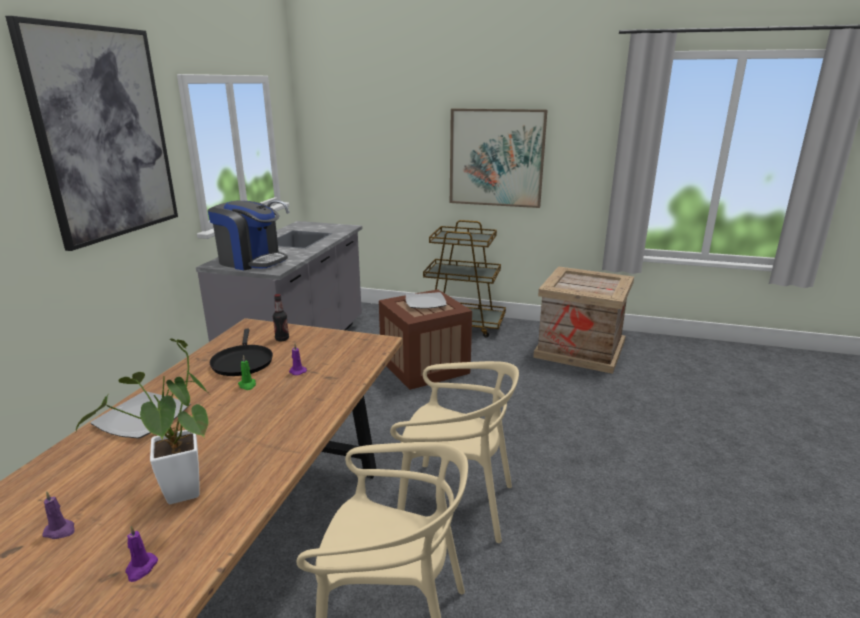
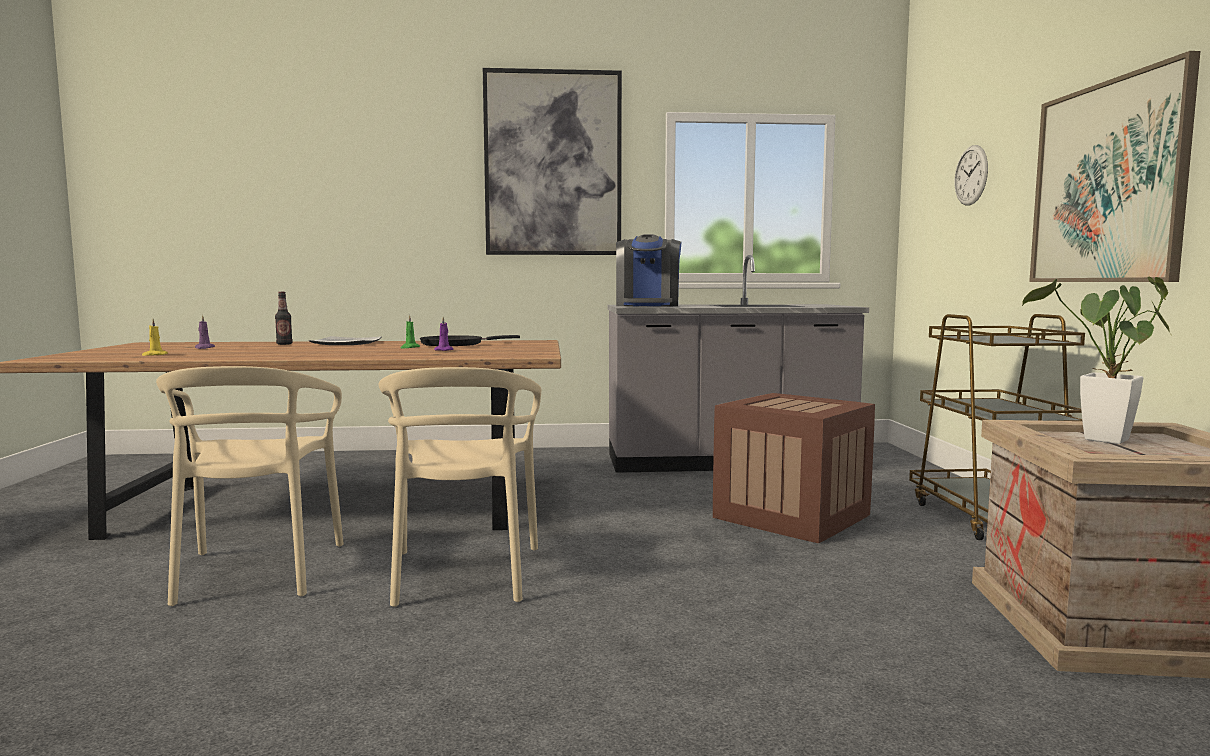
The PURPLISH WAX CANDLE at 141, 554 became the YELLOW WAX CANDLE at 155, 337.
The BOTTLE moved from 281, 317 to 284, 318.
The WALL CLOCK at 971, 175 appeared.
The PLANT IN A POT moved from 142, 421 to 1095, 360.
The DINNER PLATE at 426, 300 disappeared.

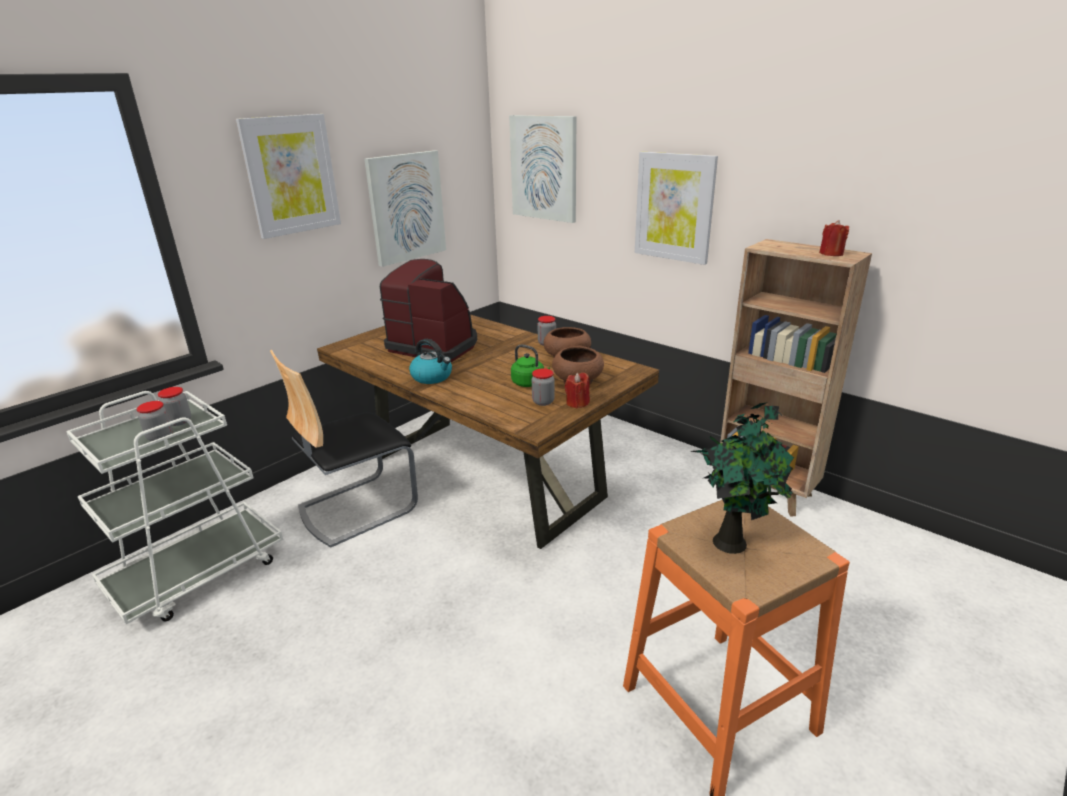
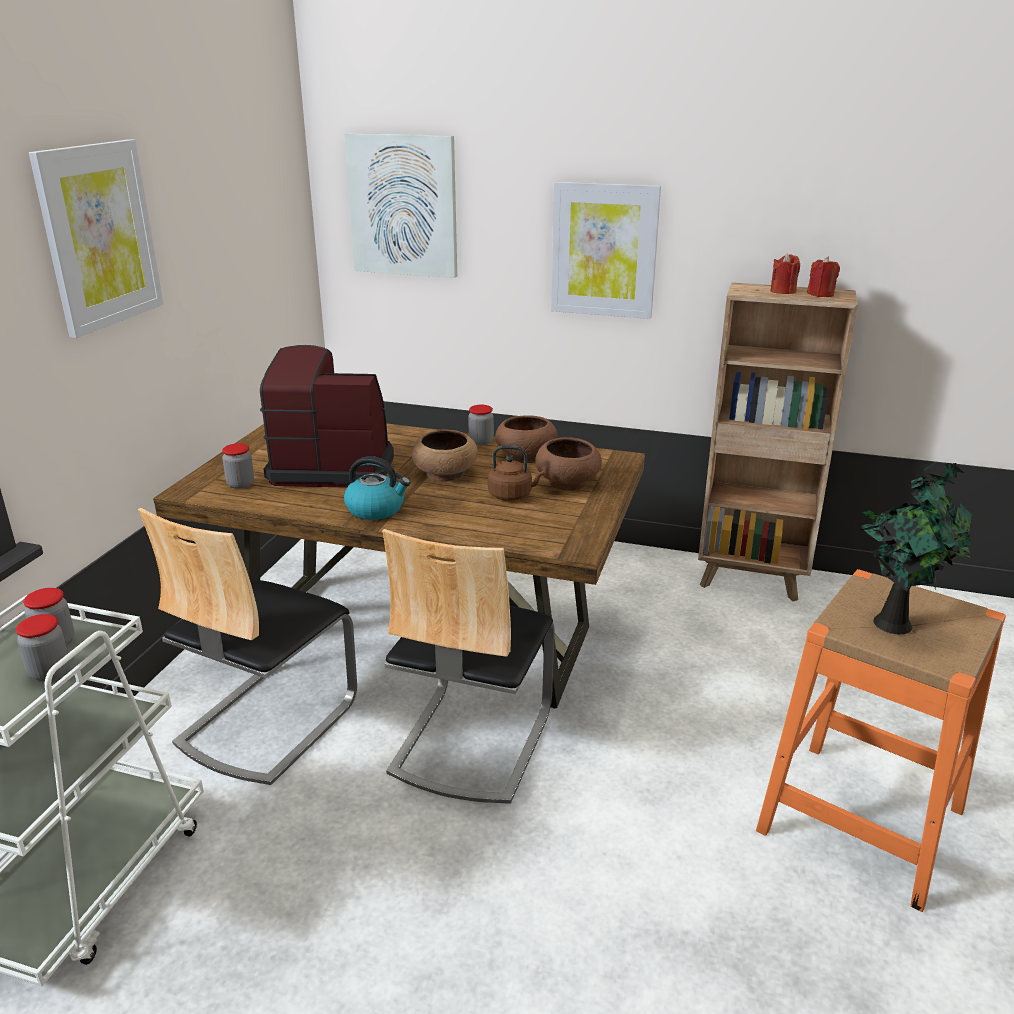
The PRESERVE JAR moved from 543, 387 to 238, 466.
The PLAIN CHAIR at 468, 666 appeared.
The BROWN SERVING BOWL at 445, 455 appeared.
The GREENISH TEA KETTLE at 530, 366 became the BROWN TEA KETTLE at 516, 473.
The RED WAX CANDLE moved from 577, 390 to 785, 273.
The WALL ART at 405, 208 disappeared.

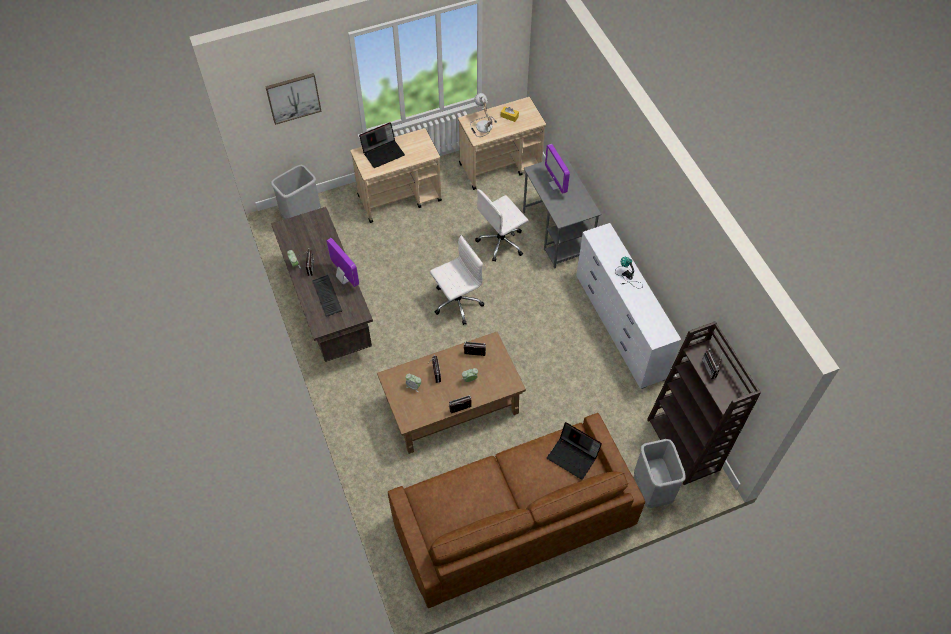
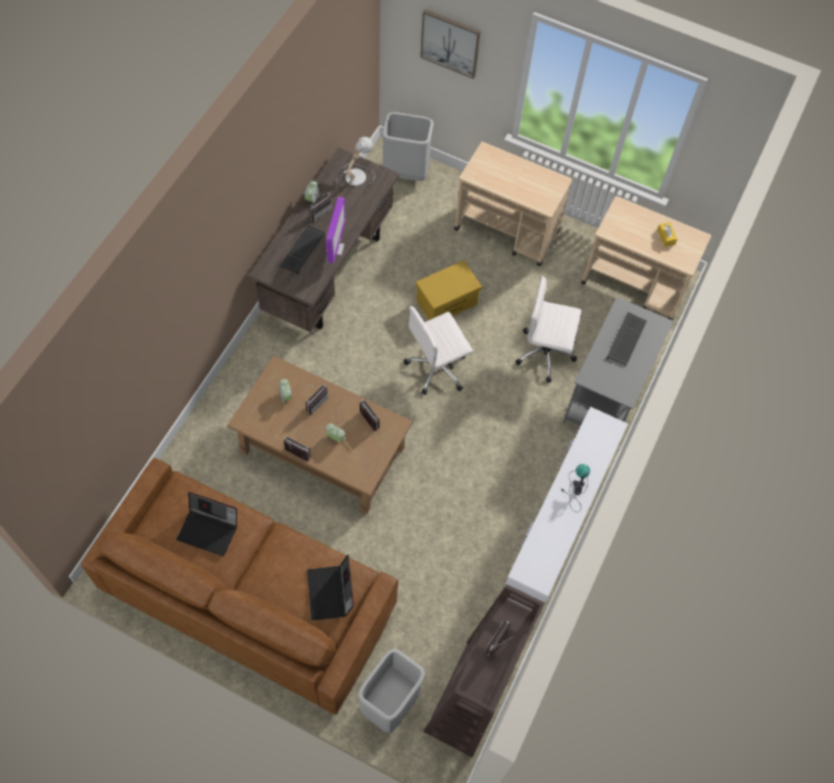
The PORTABLE COMPUTER moved from 382, 145 to 206, 524.
The TABLE LAMP moved from 483, 115 to 355, 161.
The WHITE OFFICE CHAIR at 457, 280 turned 135 degrees clockwise.
The YELLOW STORAGE BOX at 449, 290 appeared.
The MONITOR at 557, 169 was replaced by the KEYBOARD at 627, 339.

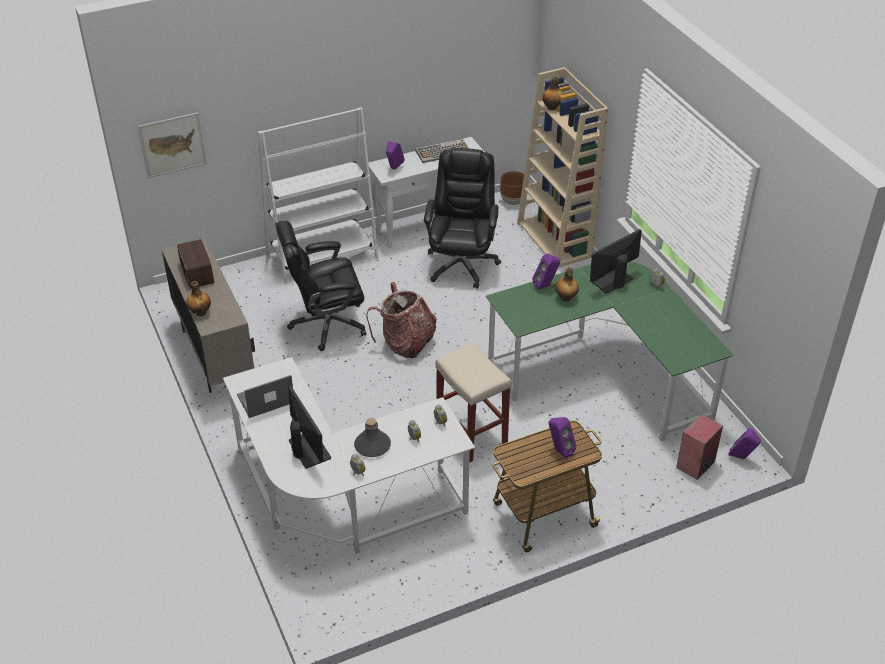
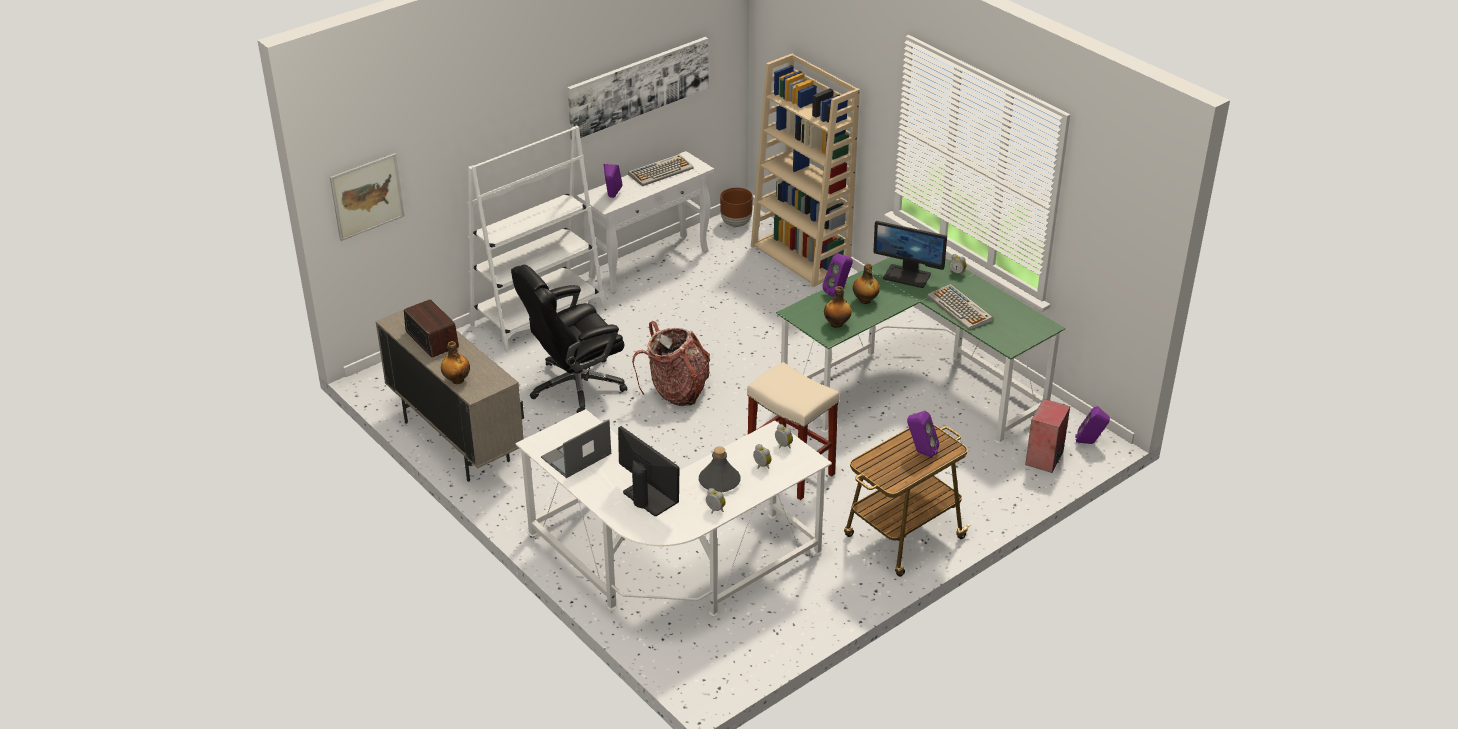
The WALL ART at 637, 87 appeared.
The BOTTLE moved from 552, 93 to 838, 307.
The MONITOR at 616, 261 turned 105 degrees counterclockwise.
The KEYBOARD at 960, 307 appeared.
The BLACK OFFICE CHAIR at 462, 218 disappeared.

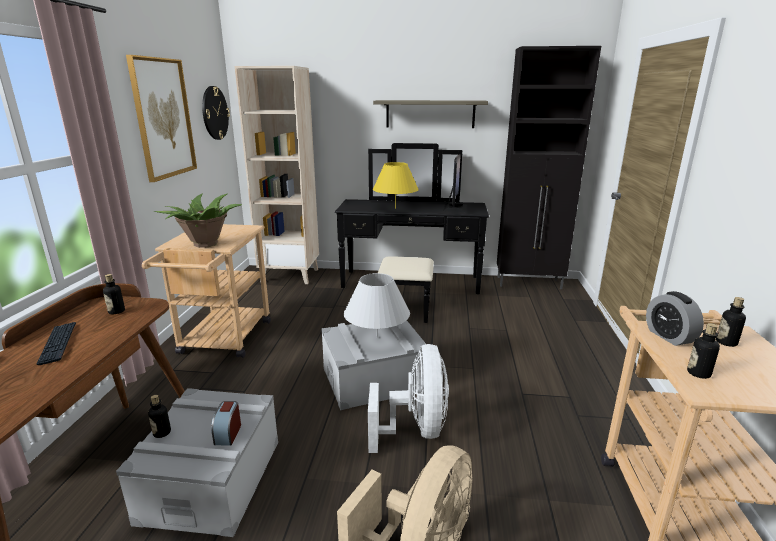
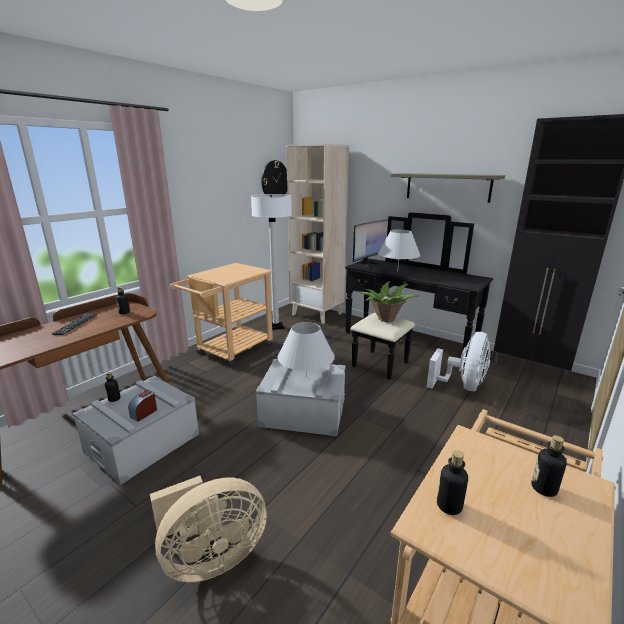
The WHITE STANDARD LAMP at 271, 262 appeared.
The MONITOR moved from 454, 184 to 370, 244.
The PLANT IN A POT moved from 197, 221 to 387, 301.
The YELLOW TABLE LAMP at 396, 185 became the WHITE TABLE LAMP at 399, 250.
The WHITE COOLING FAN moved from 408, 398 to 459, 361.
The WALL ART at 161, 118 disappeared.
The TABLE CLOCK at 675, 318 disappeared.

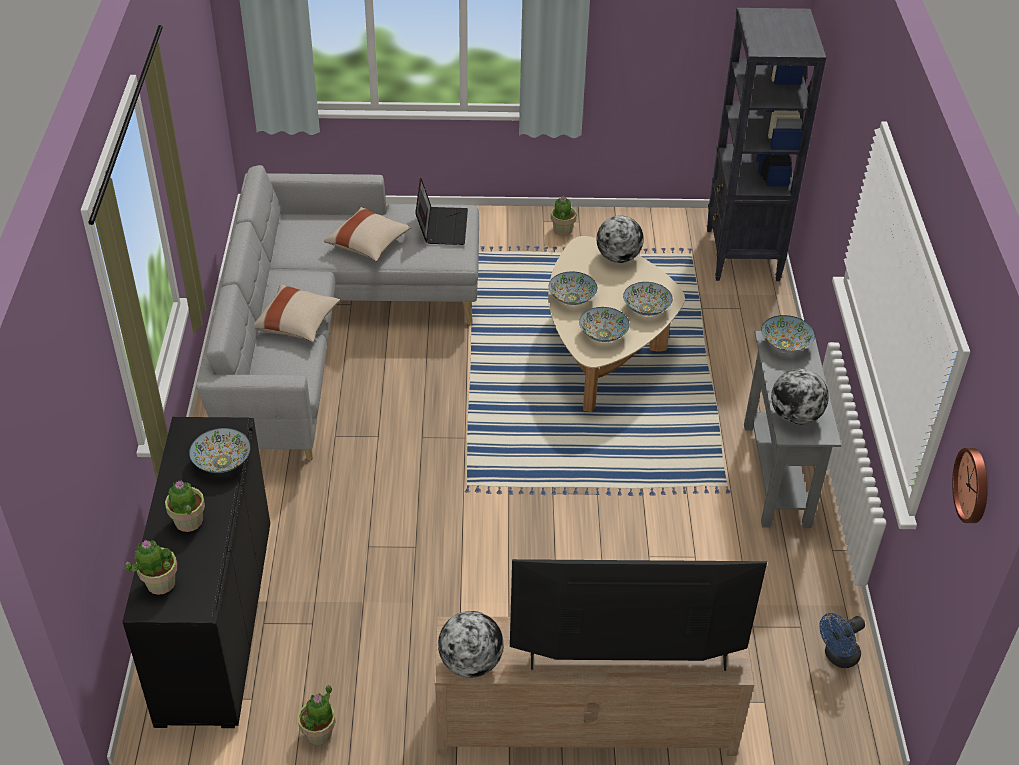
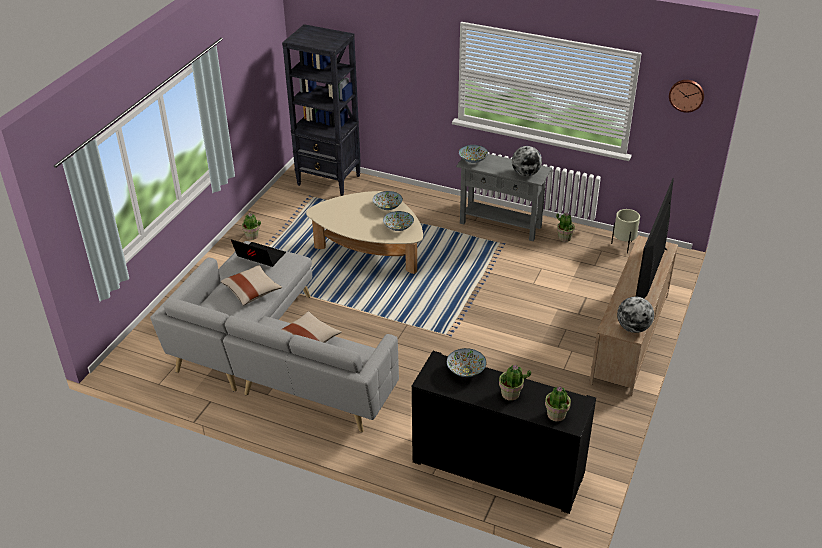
The PLANT IN A POT moved from 316, 715 to 565, 227.
The BLUE COOLING FAN at 842, 640 was replaced by the BEIGE PLANT POT at 625, 231.
The SERVING BOWL at 573, 288 disappeared.
The DESK GLOBE at 620, 239 disappeared.

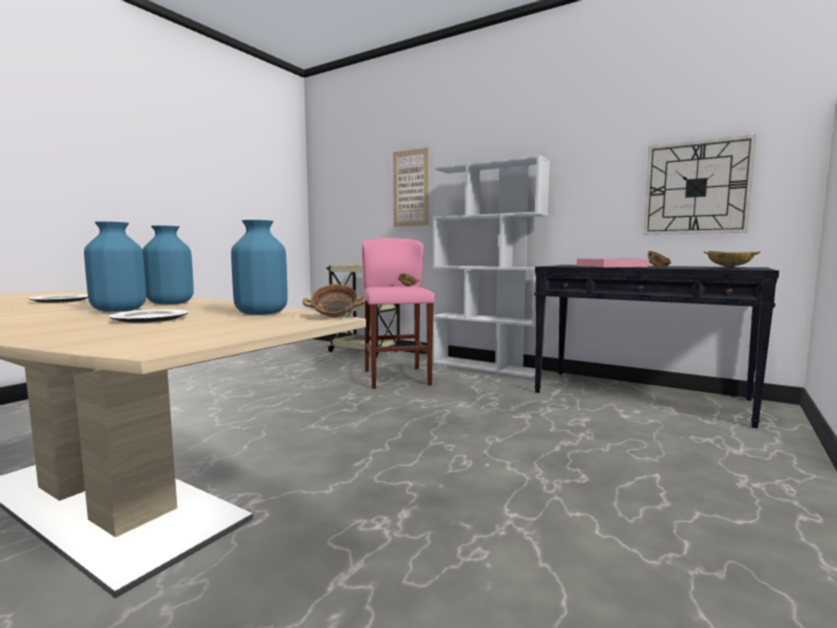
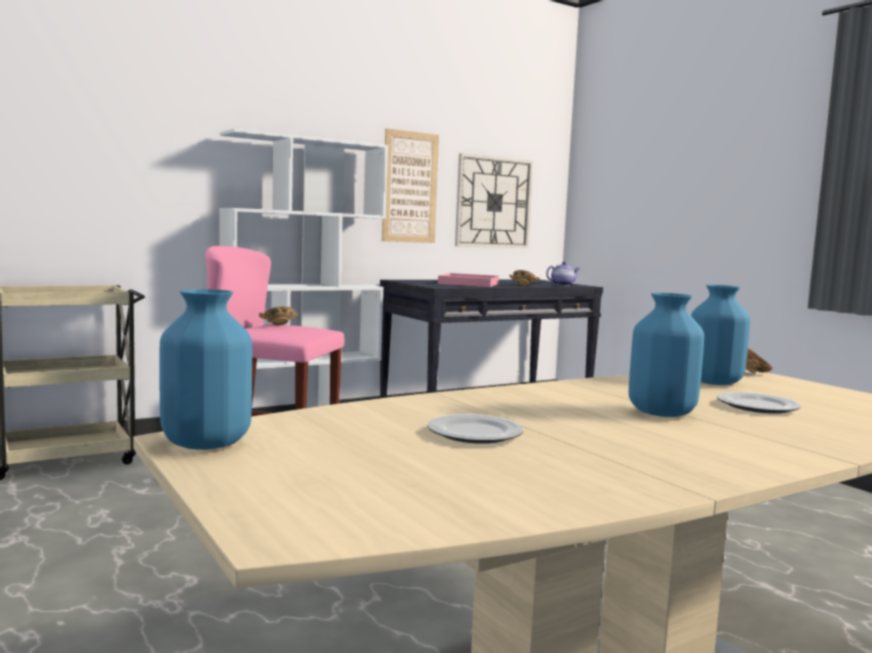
The BLUE DECORATIVE VASE moved from 168, 265 to 205, 369.
The WALL ART moved from 411, 187 to 410, 185.
The BEIGE SERVING BOWL at 732, 260 was replaced by the TEA POT at 563, 274.

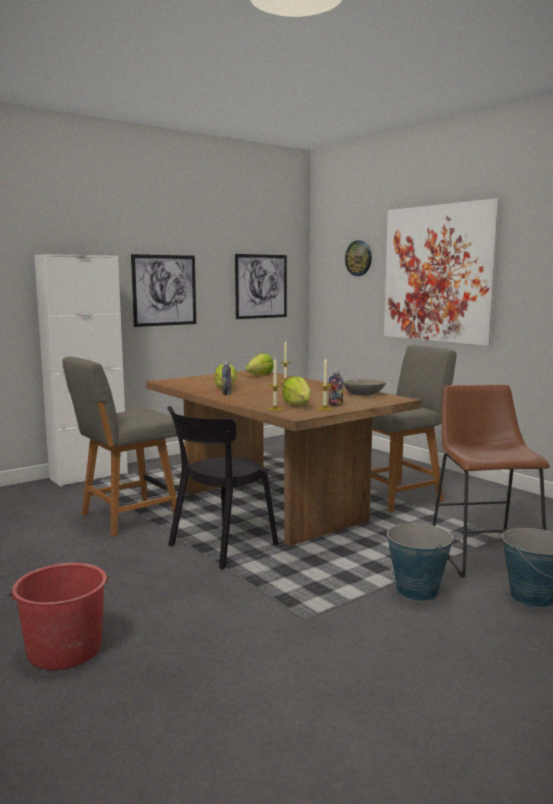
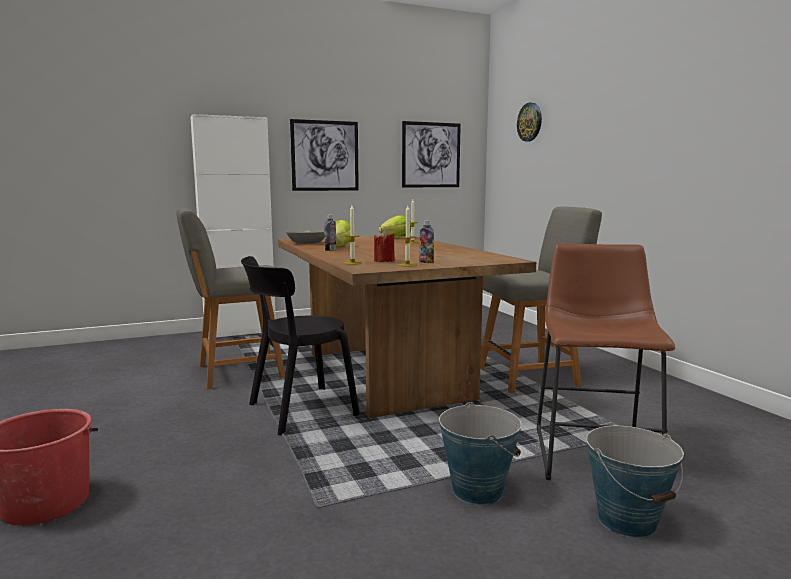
The GRAY SERVING BOWL moved from 364, 387 to 305, 237.
The HEAD OF LETTUCE at 296, 391 was replaced by the RED WAX CANDLE at 384, 246.
The WALL ART at 443, 272 disappeared.

